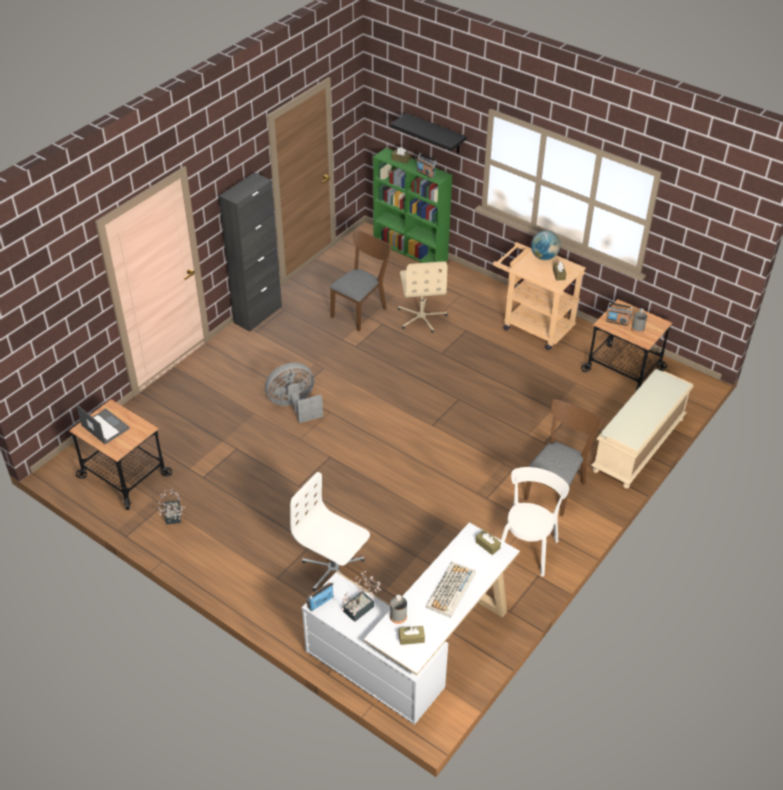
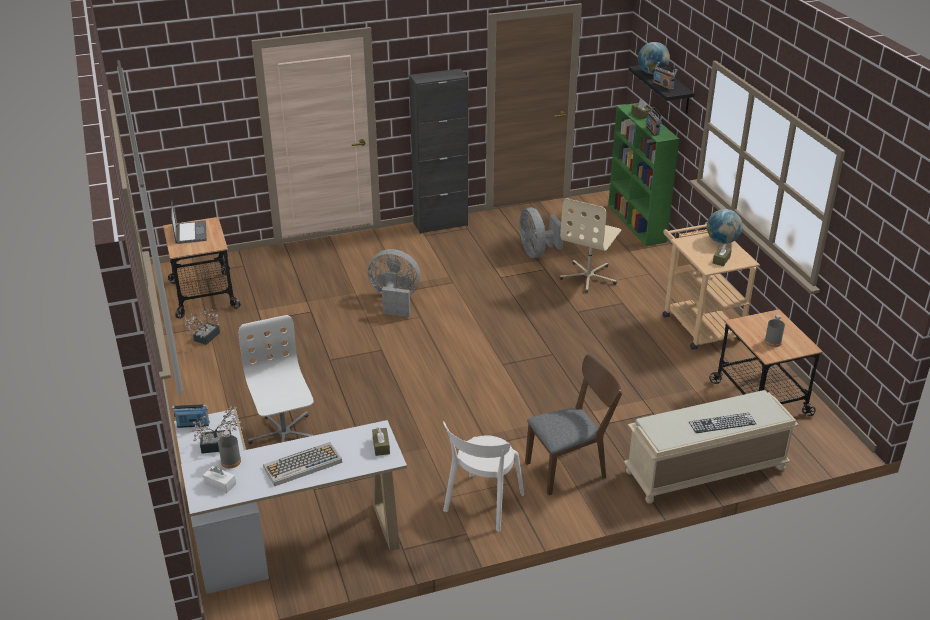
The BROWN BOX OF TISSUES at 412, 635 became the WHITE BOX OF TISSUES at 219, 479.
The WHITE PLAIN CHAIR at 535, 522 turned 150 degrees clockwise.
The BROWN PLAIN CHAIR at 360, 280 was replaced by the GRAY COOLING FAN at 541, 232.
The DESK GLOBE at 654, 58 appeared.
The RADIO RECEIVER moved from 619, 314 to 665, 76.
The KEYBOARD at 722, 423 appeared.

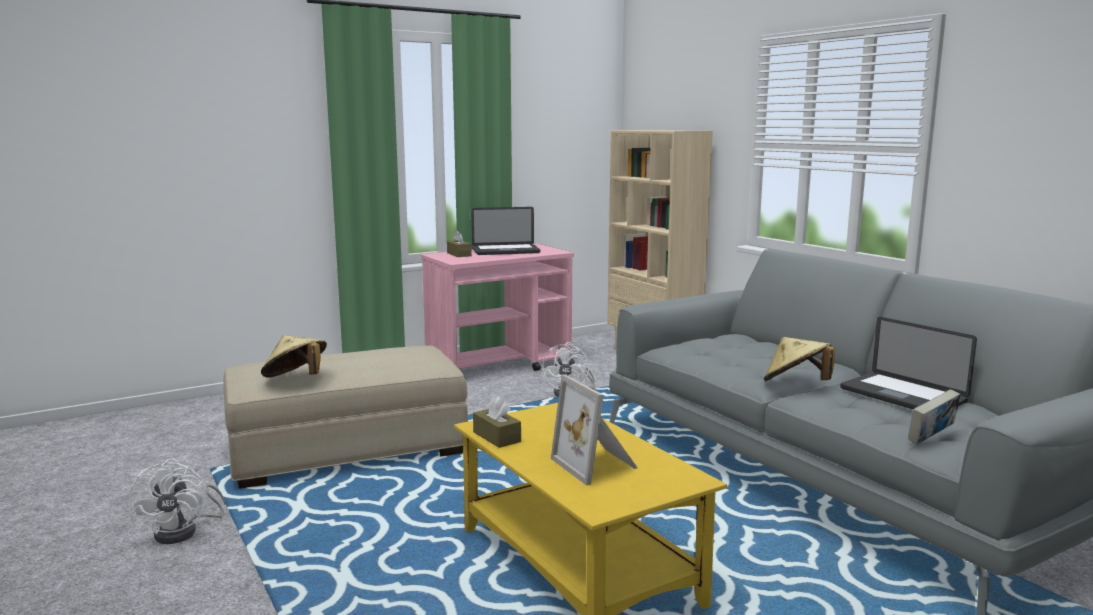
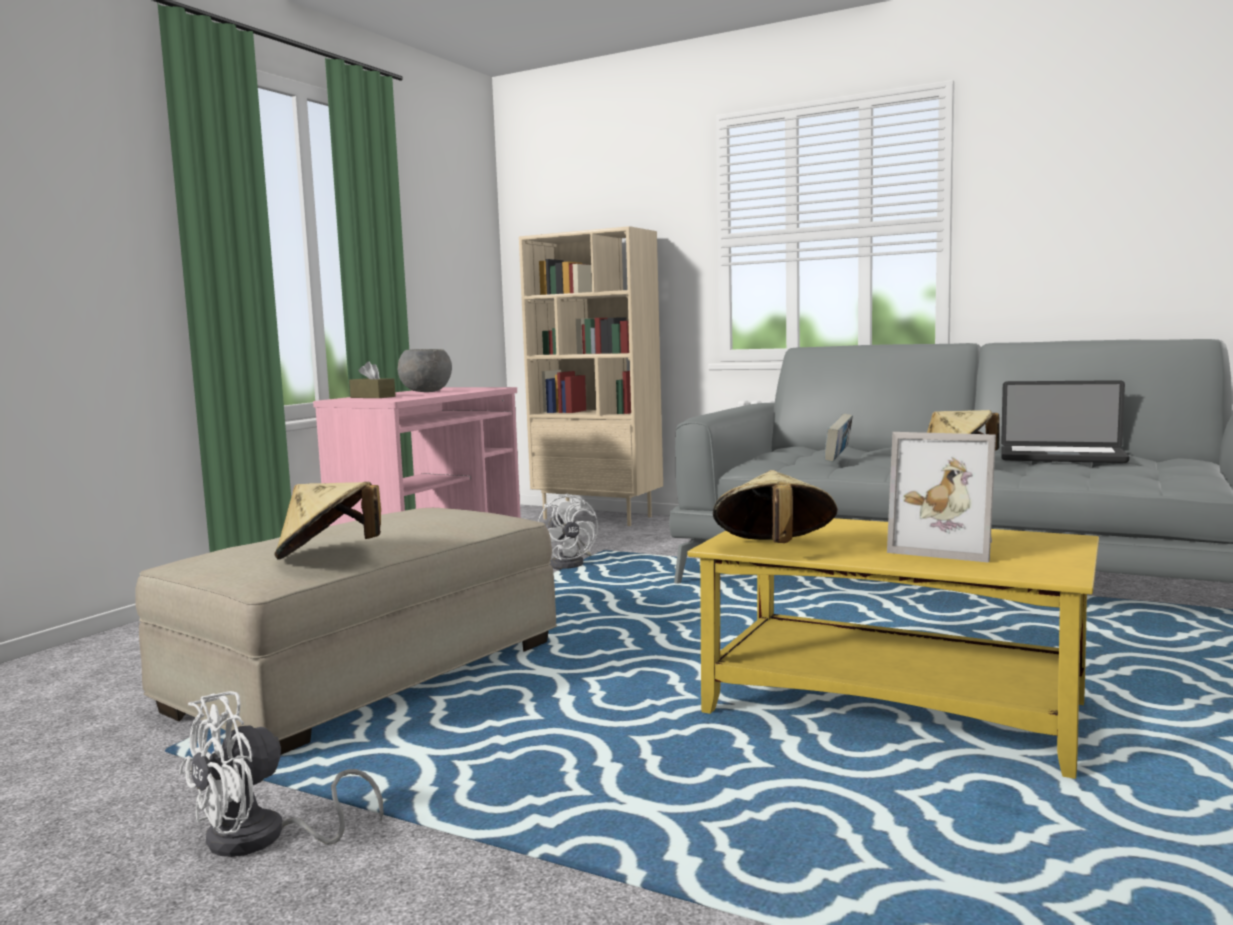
The WHITE COOLING FAN at 177, 501 turned 90 degrees clockwise.
The PORTABLE COMPUTER at 505, 231 was replaced by the GRAY SERVING BOWL at 425, 370.
The BROWN BOX OF TISSUES at 497, 422 was replaced by the BEIGE WEARABLE HAT at 775, 506.
The VOLUME moved from 934, 416 to 838, 438.

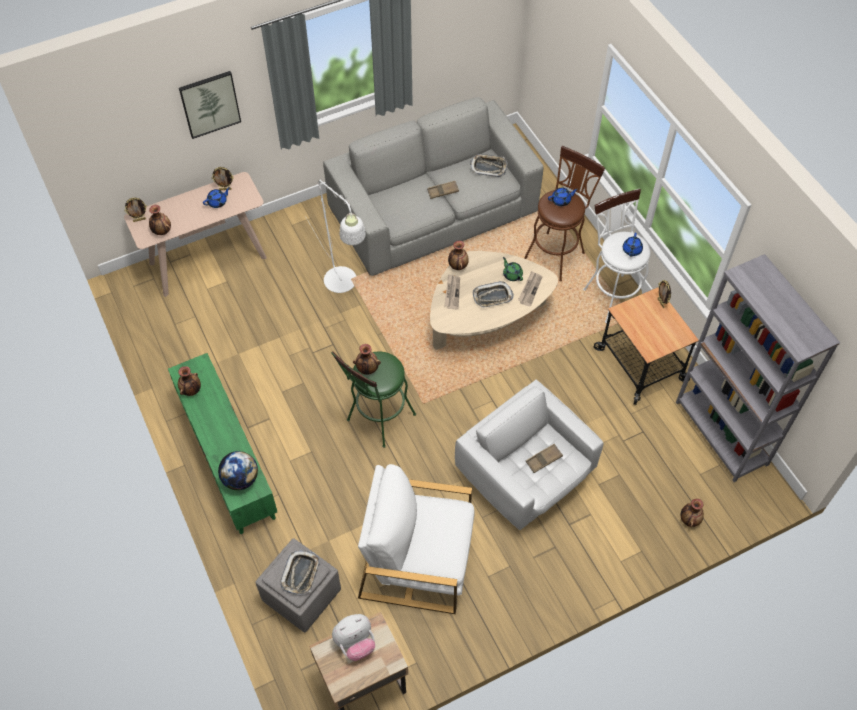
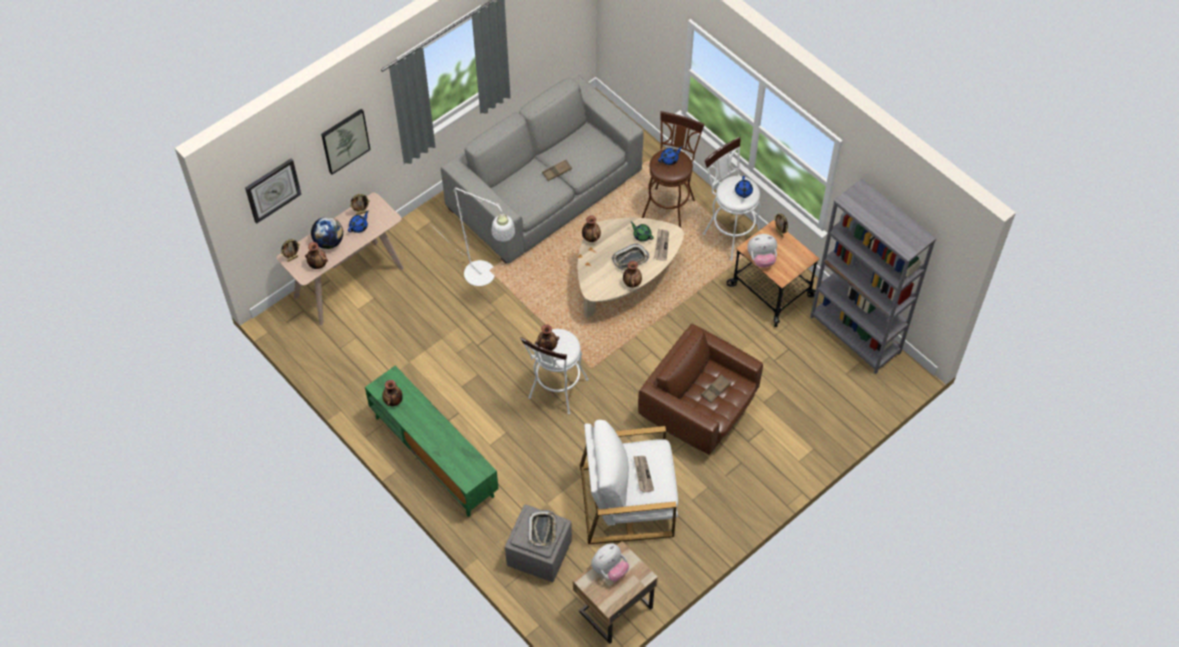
The WALL CLOCK at 273, 191 appeared.
The DESK GLOBE moved from 238, 470 to 327, 233.
The GREENISH STOOL SEAT at 373, 399 became the WHITE STOOL SEAT at 554, 371.
The DECORATIVE VASE moved from 692, 513 to 632, 274.
The PRINTED PAPER moved from 452, 291 to 643, 474.
The WHITE ARMCHAIR at 529, 455 became the BROWN ARMCHAIR at 700, 389.
The CUDDLY TOY at 762, 251 appeared.
The SERVING TRAY at 488, 165 disappeared.

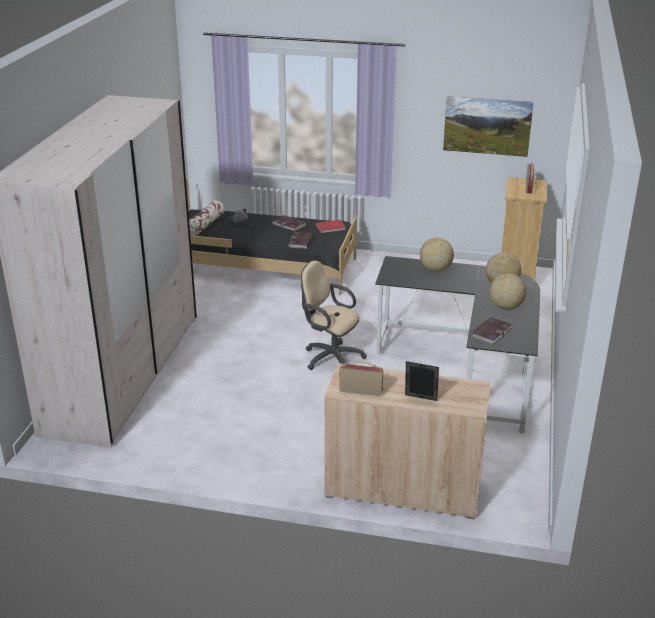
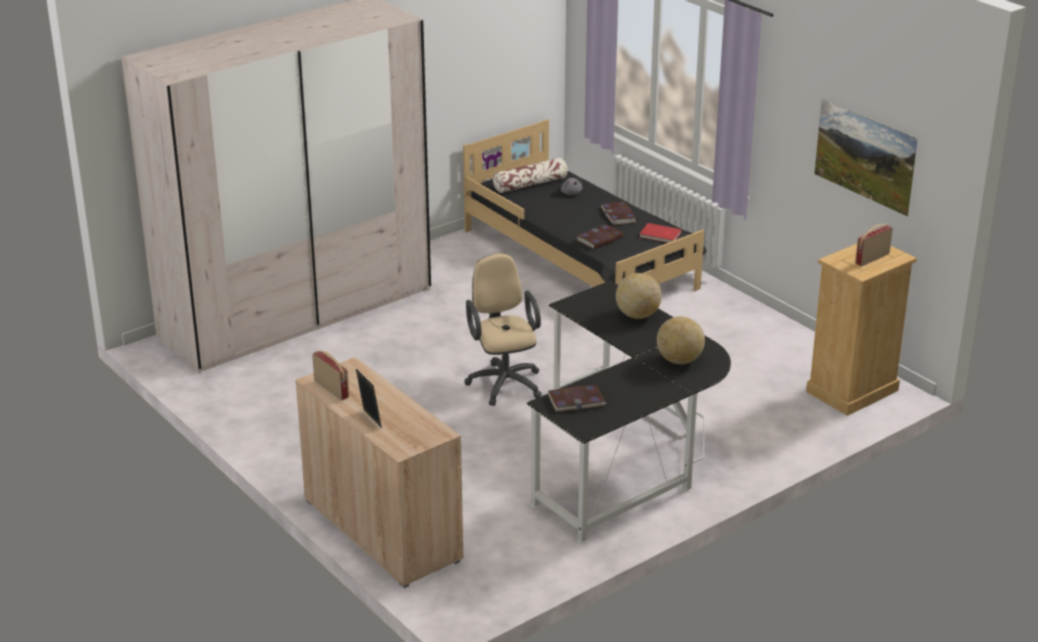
The DESK GLOBE at 508, 291 disappeared.

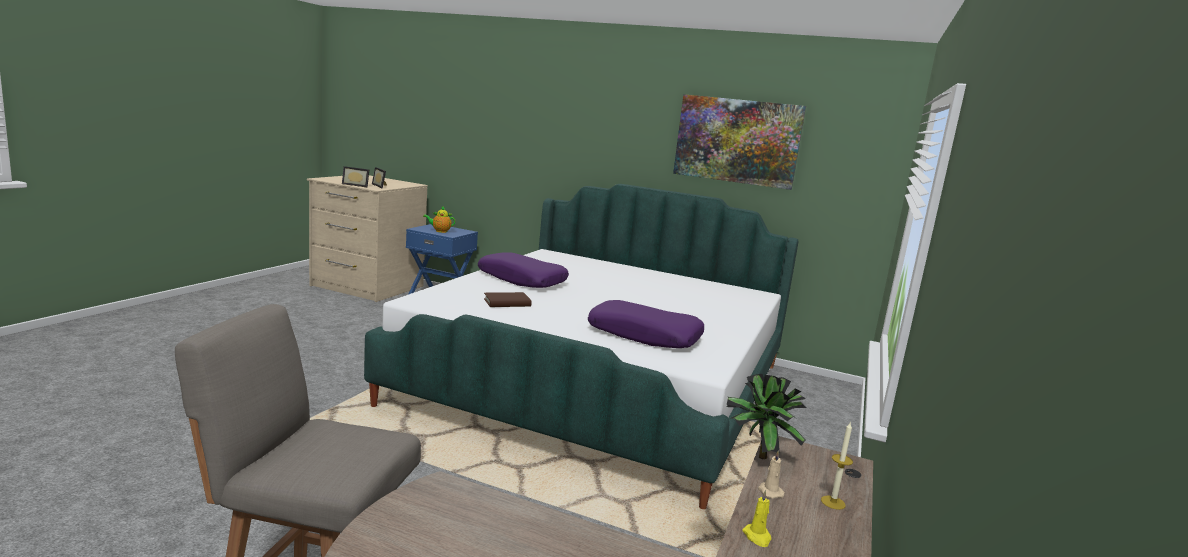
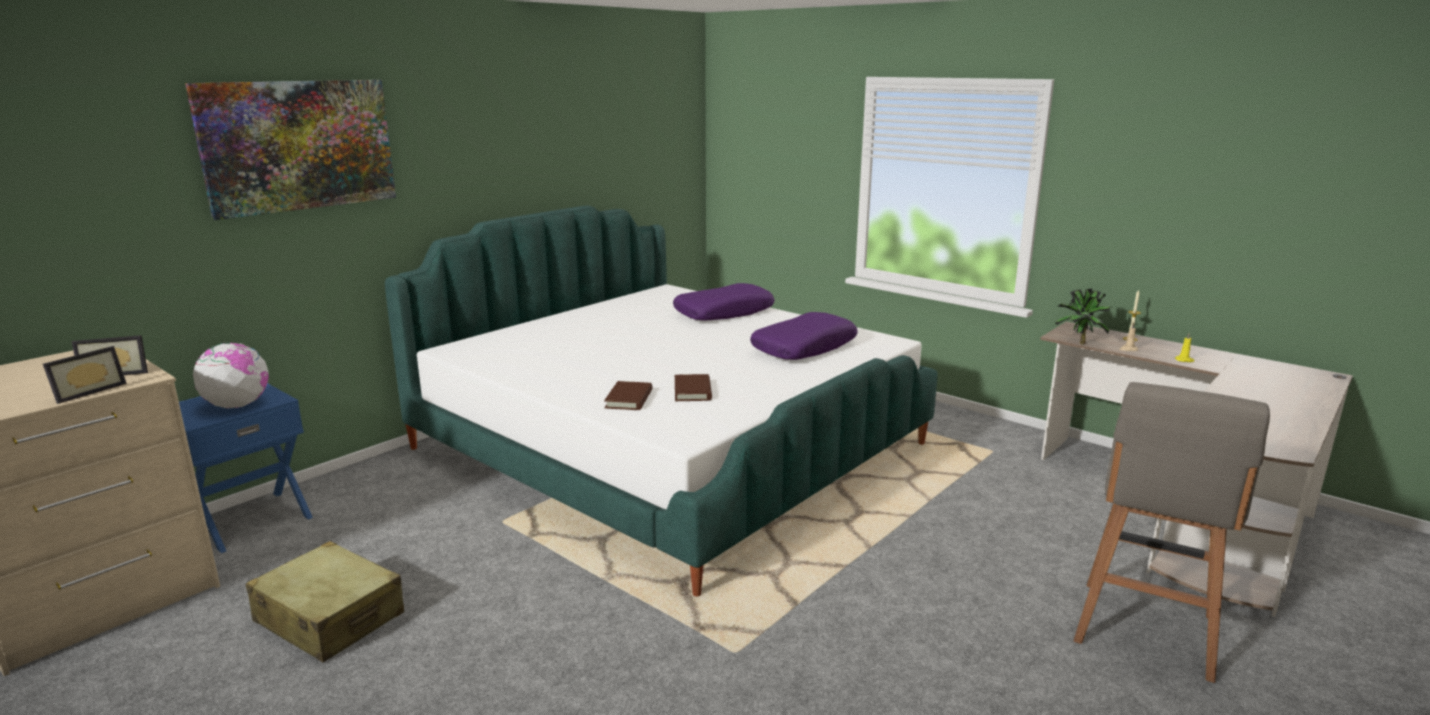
The WALL ART moved from 739, 142 to 290, 150.
The TEA POT at 439, 219 was replaced by the DESK GLOBE at 230, 375.
The BEIGE PIECE OF LUGGAGE at 325, 601 appeared.
The BROWN VOLUME at 628, 395 appeared.
The PURPLISH THROW PILLOW moved from 523, 270 to 724, 302.

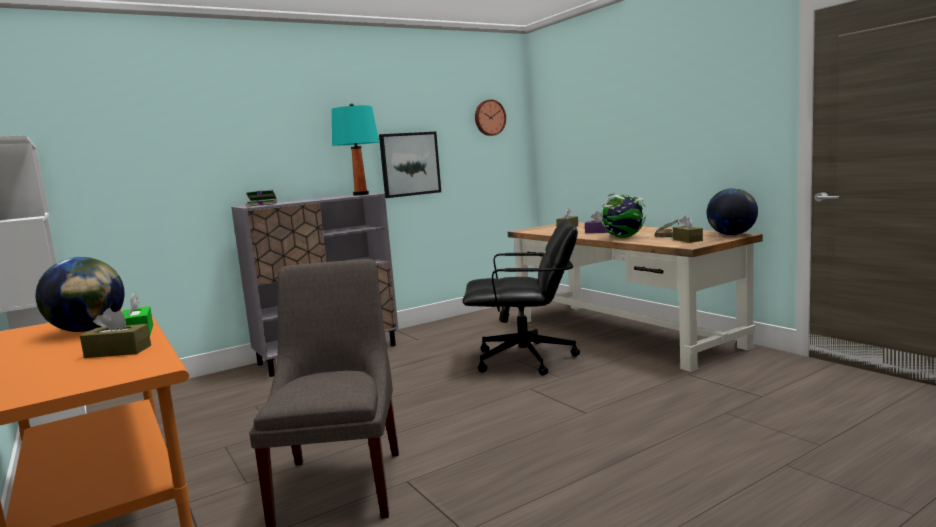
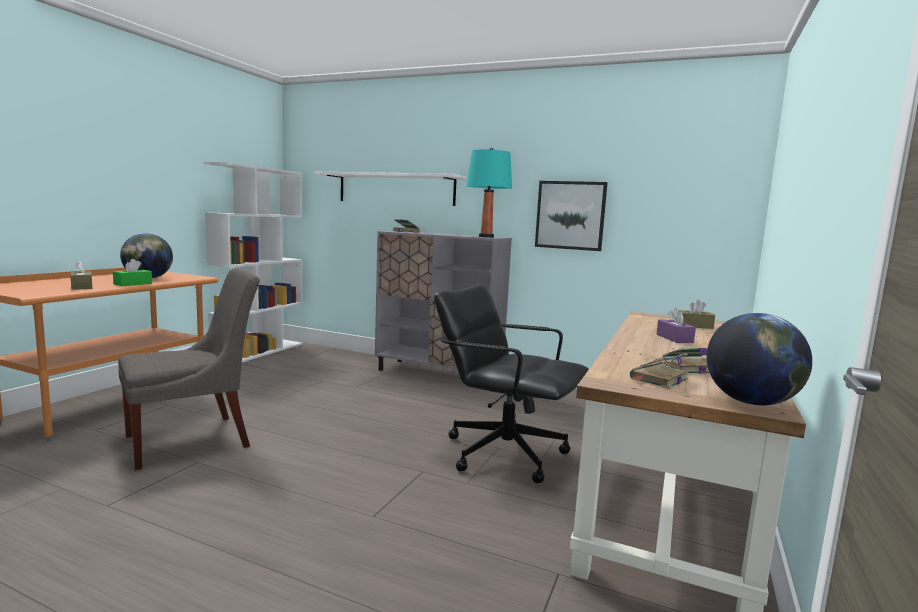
The WHITE WALL SHELF at 391, 189 appeared.
The BLACK OFFICE CHAIR at 521, 297 turned 150 degrees clockwise.
The BROWN BOX OF TISSUES at 688, 229 was replaced by the VOLUME at 659, 371.
The WALL CLOCK at 490, 117 disappeared.
The DESK GLOBE at 624, 215 disappeared.

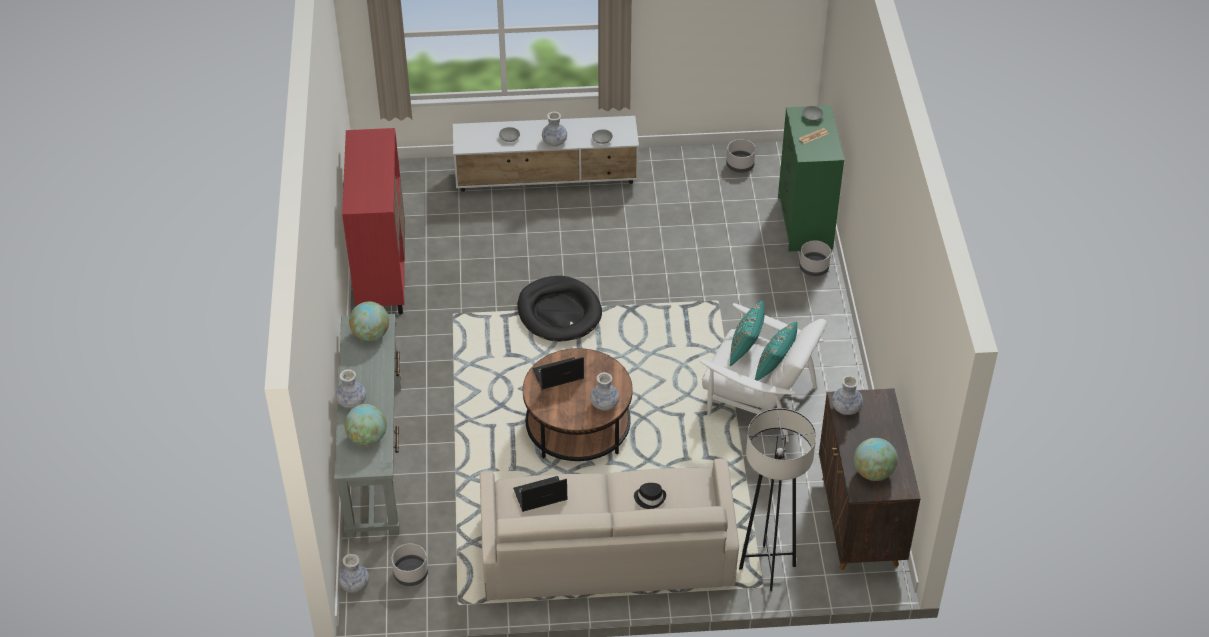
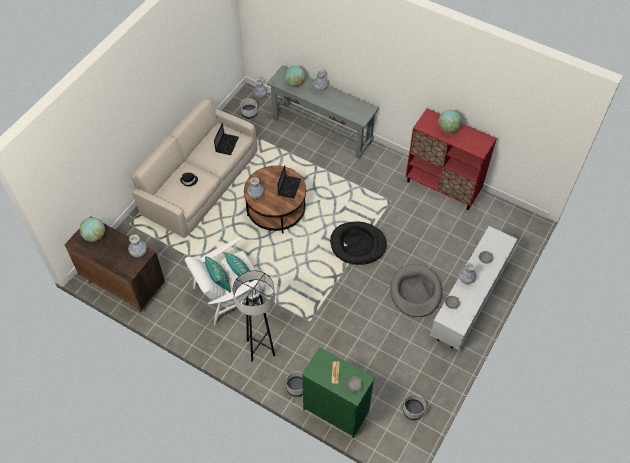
The GRAY STANDARD LAMP moved from 777, 499 to 253, 315.
The GRAY PET BED at 416, 290 appeared.
The DESK GLOBE moved from 369, 321 to 450, 121.

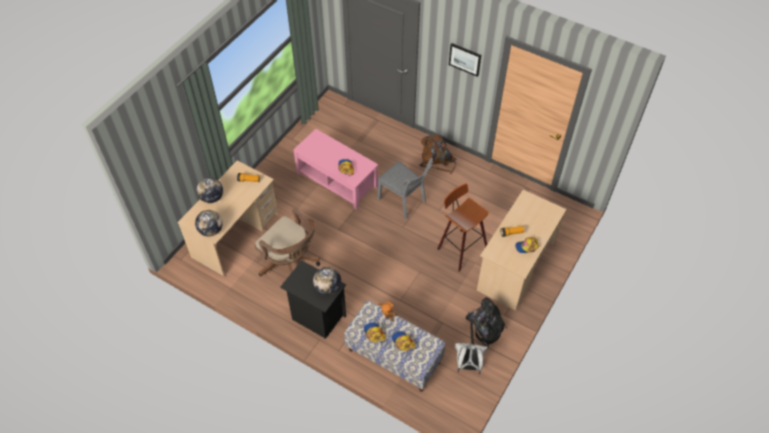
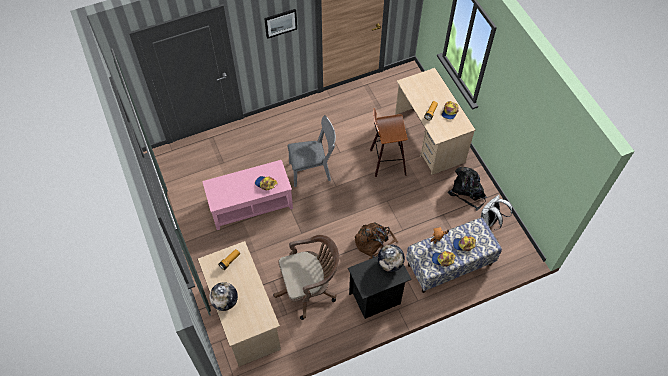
The BROWN KNAPSACK moved from 438, 154 to 376, 241.
The DESK GLOBE at 209, 223 disappeared.

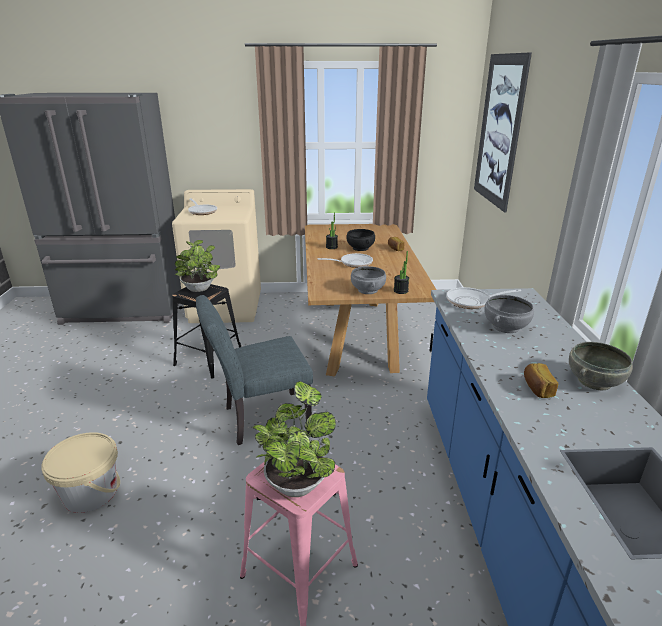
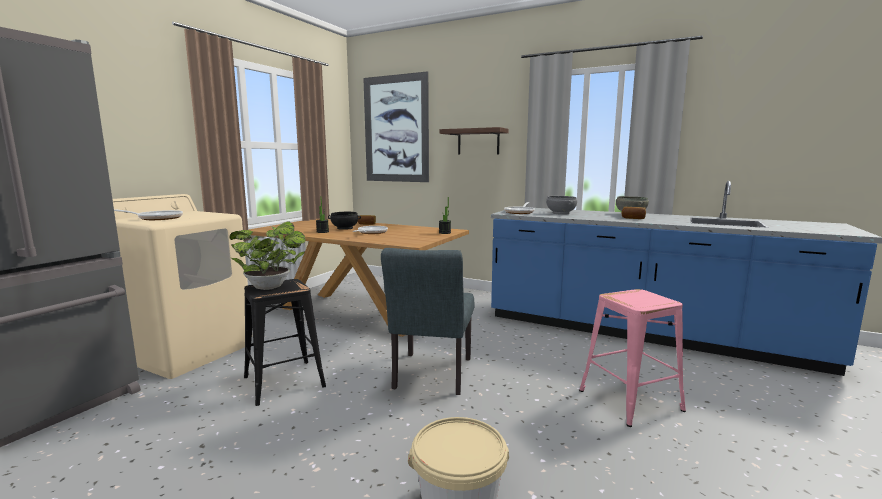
The WALL SHELF at 474, 141 appeared.
The PLANT IN A POT at 294, 439 disappeared.
The GRAY SERVING BOWL at 368, 280 disappeared.

